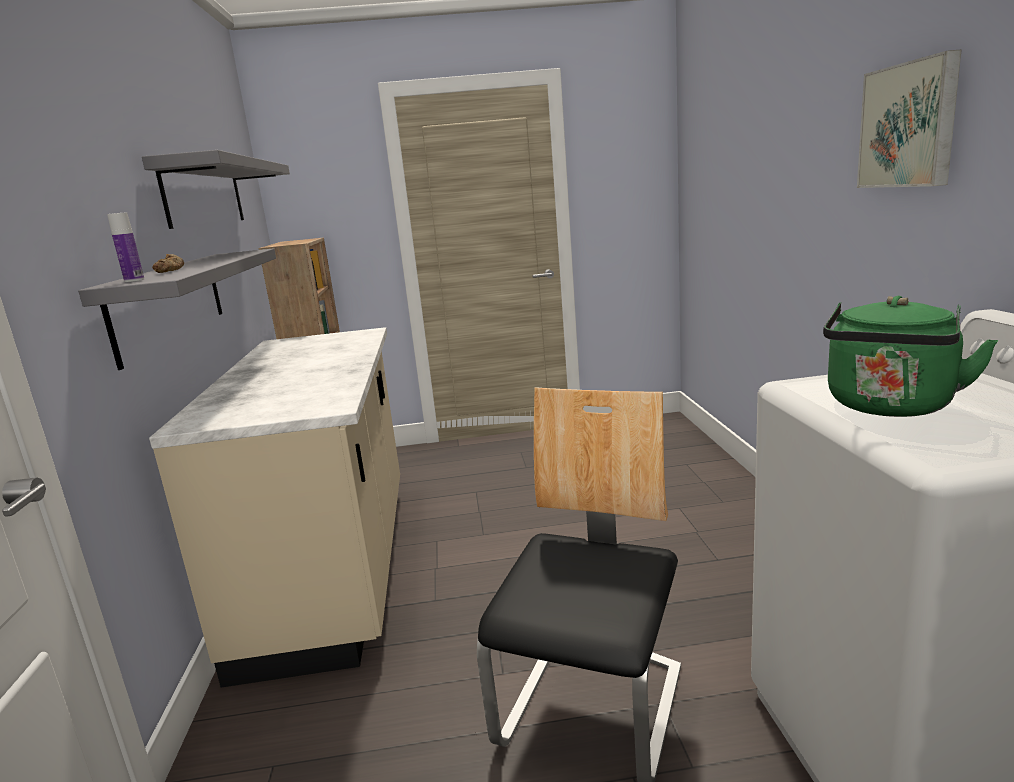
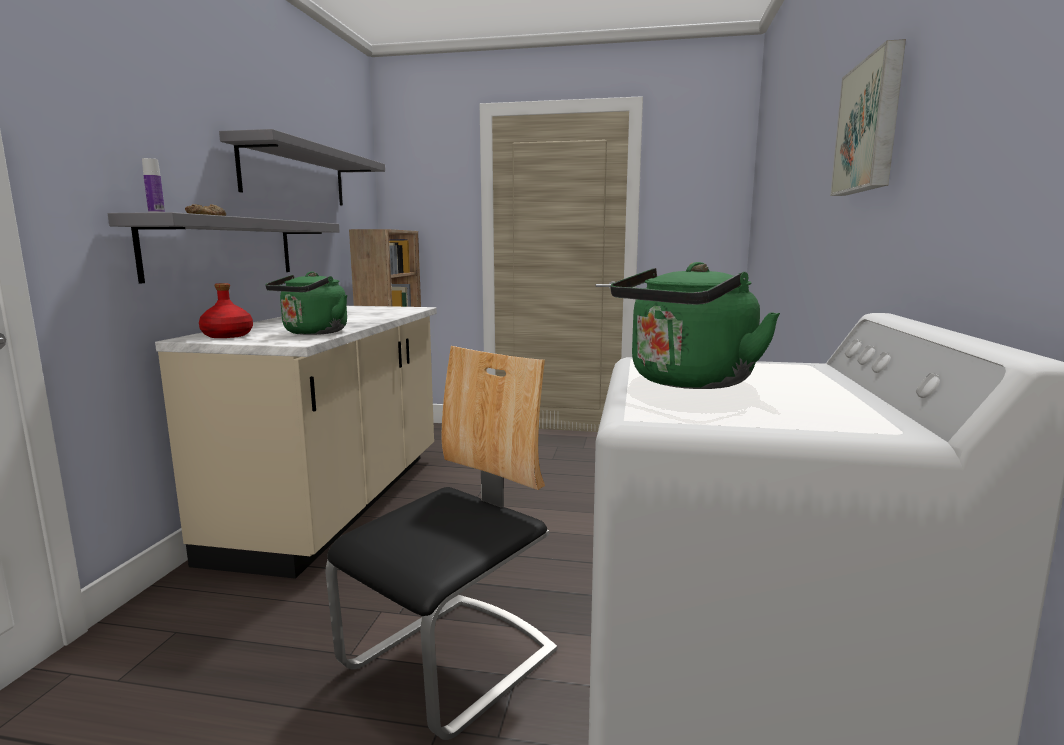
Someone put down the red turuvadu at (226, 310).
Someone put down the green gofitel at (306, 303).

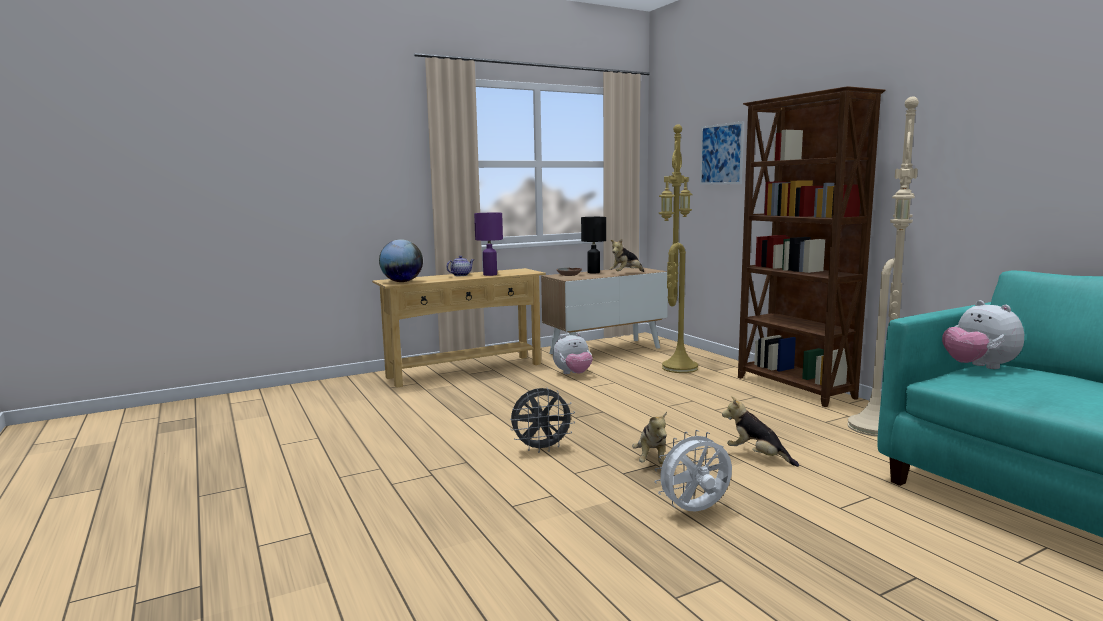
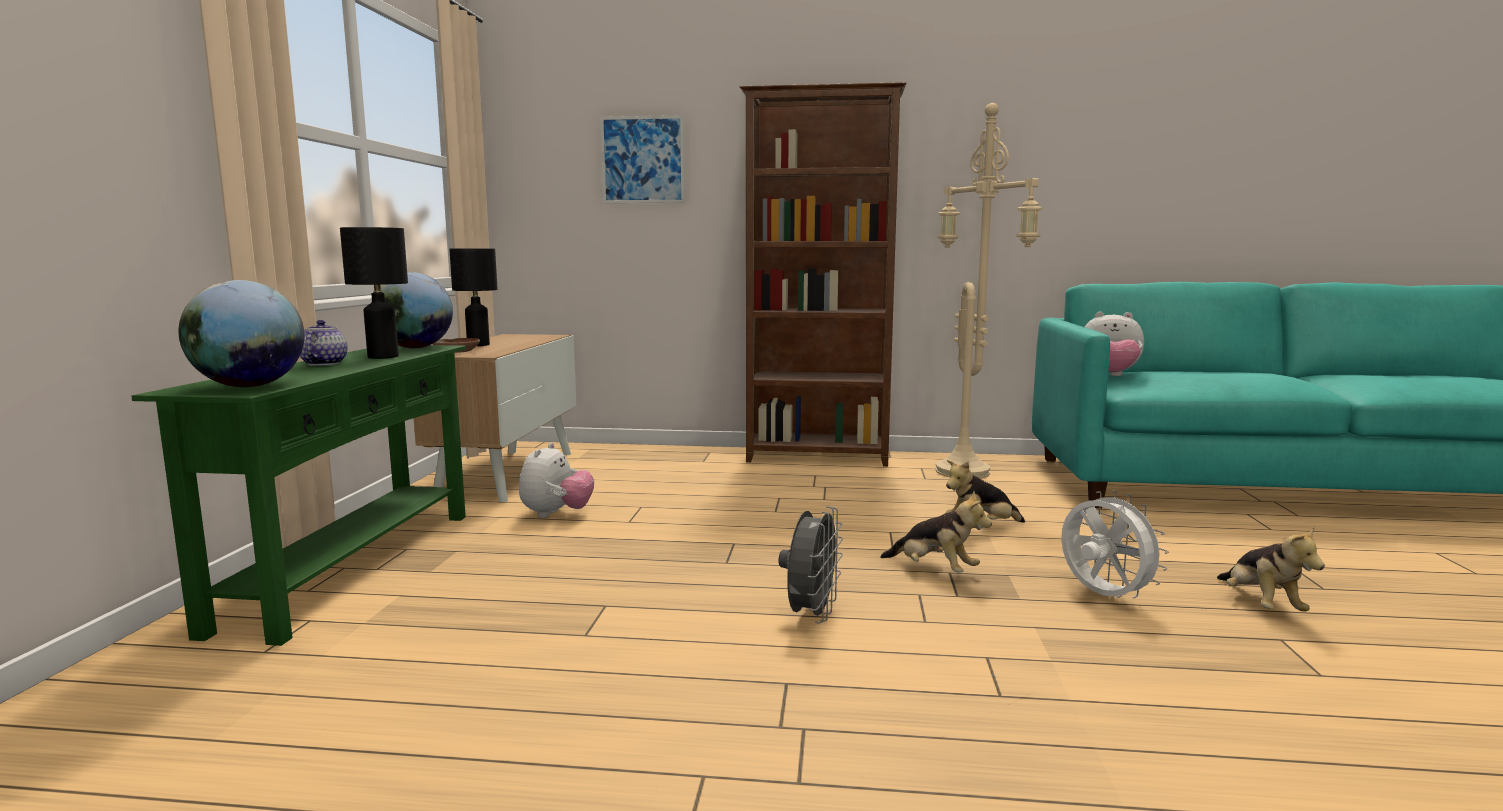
Someone repainted the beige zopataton at (459, 328), which became the green zopataton at (298, 495).
Someone repainted the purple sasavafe at (488, 244), which became the black sasavafe at (374, 293).
Someone put down the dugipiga at (412, 310).
Someone rotated the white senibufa at (693, 471) by 135 degrees clockwise.
Someone carried the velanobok from (626, 255) to (1271, 569).
Someone took away the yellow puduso at (678, 248).

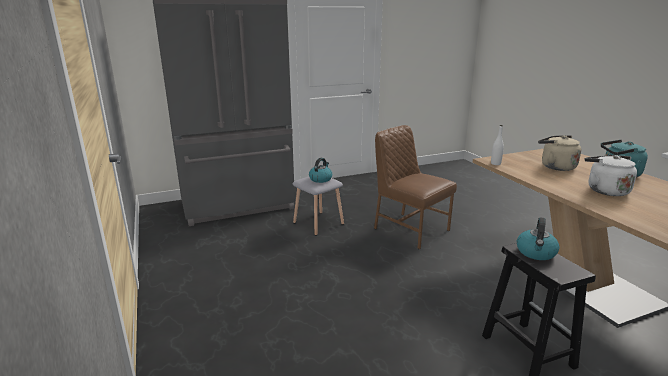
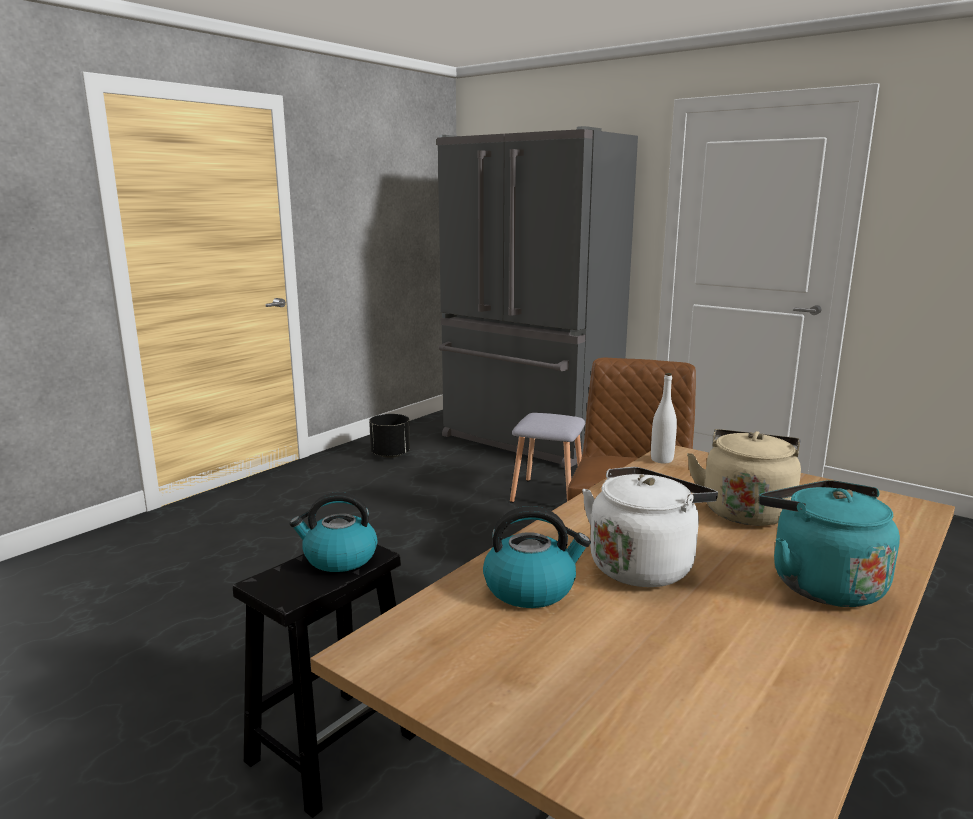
Someone put down the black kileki at (389, 436).
Someone carried the gofitel from (320, 170) to (537, 557).

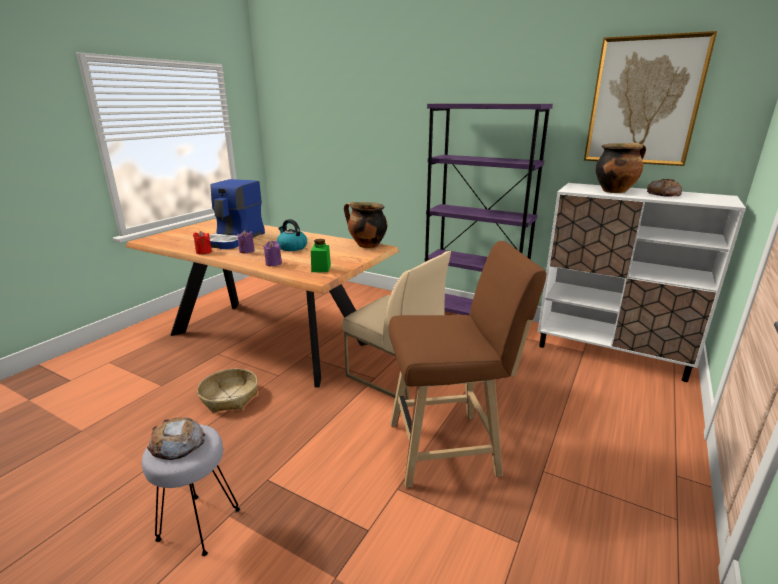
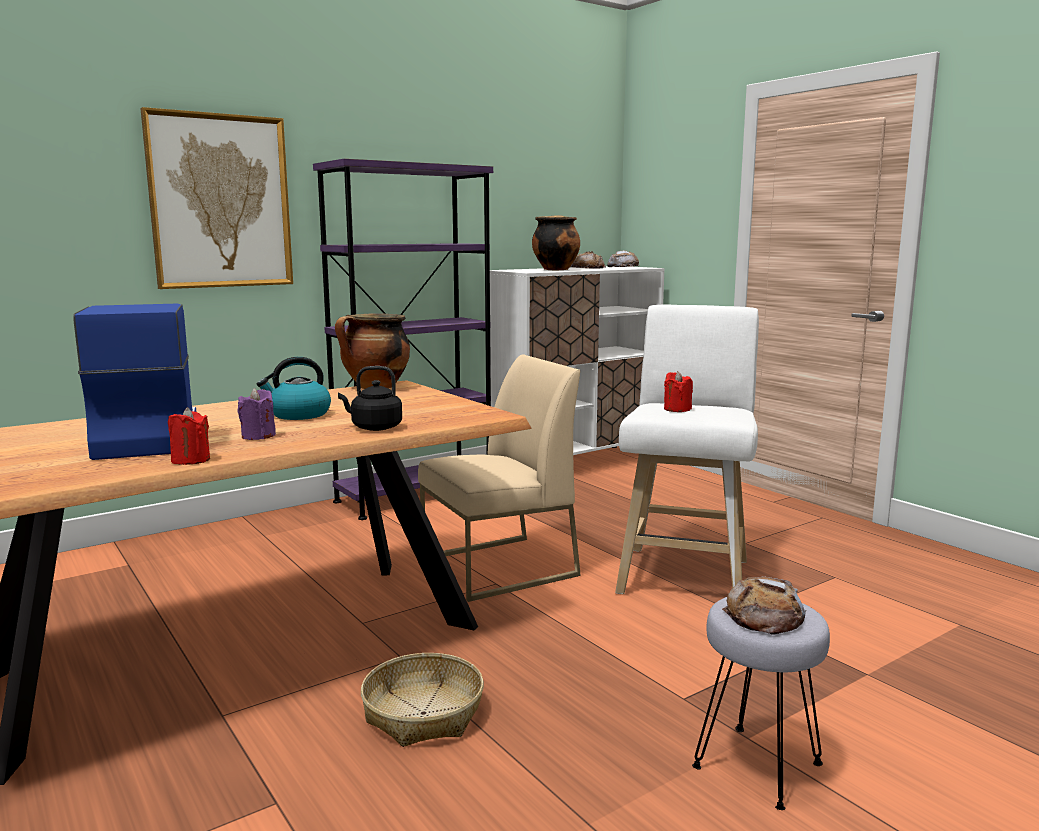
Someone rotated the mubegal at (237, 214) by 150 degrees counterclockwise.
Someone carried the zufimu from (650, 98) to (216, 198).
Someone swapped the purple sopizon at (272, 253) for the black gofitel at (370, 398).
Someone put down the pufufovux at (623, 258).
Someone repainted the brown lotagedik at (467, 364), which became the white lotagedik at (687, 449).
Someone put down the red sopizon at (678, 391).
Someone took away the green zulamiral at (321, 255).

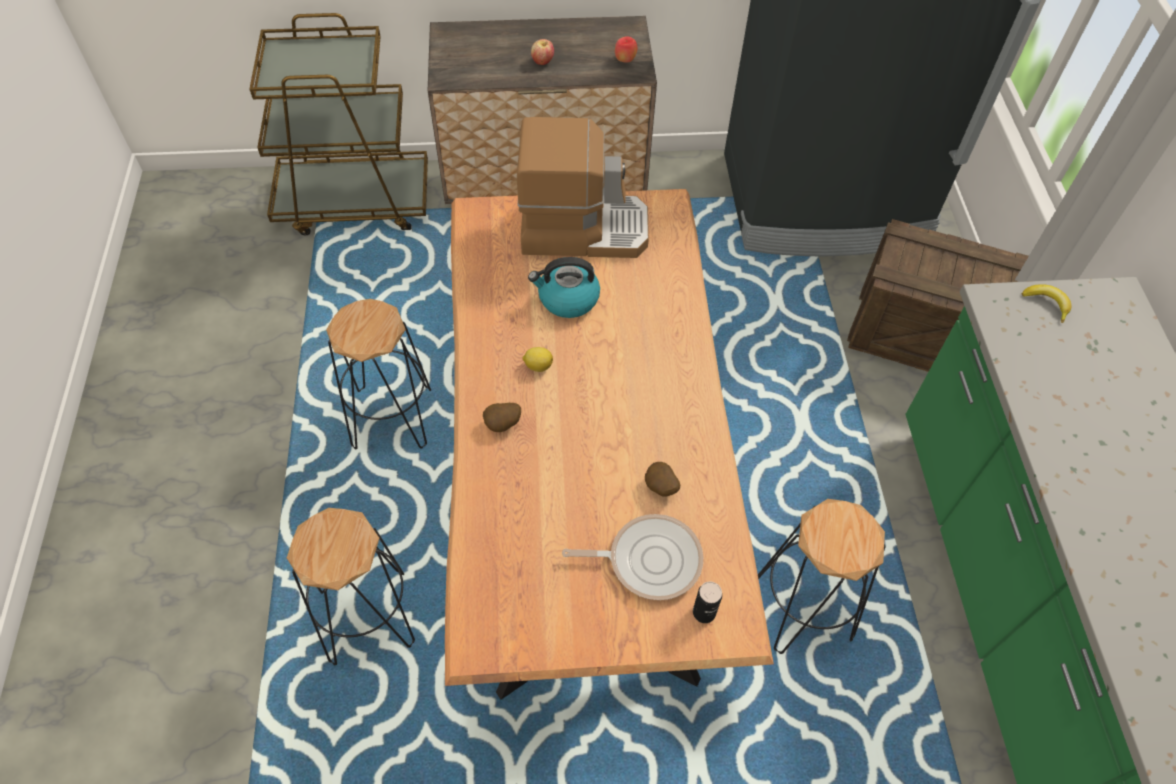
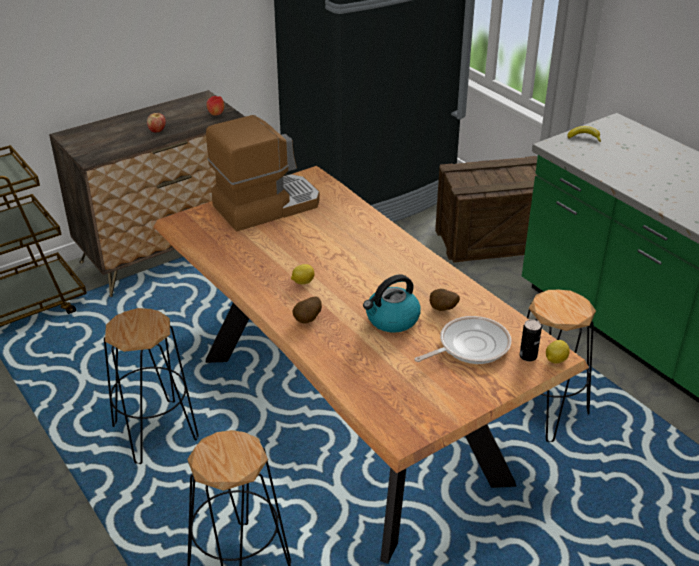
Someone carried the gofitel from (564, 287) to (392, 303).
Someone put down the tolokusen at (558, 352).

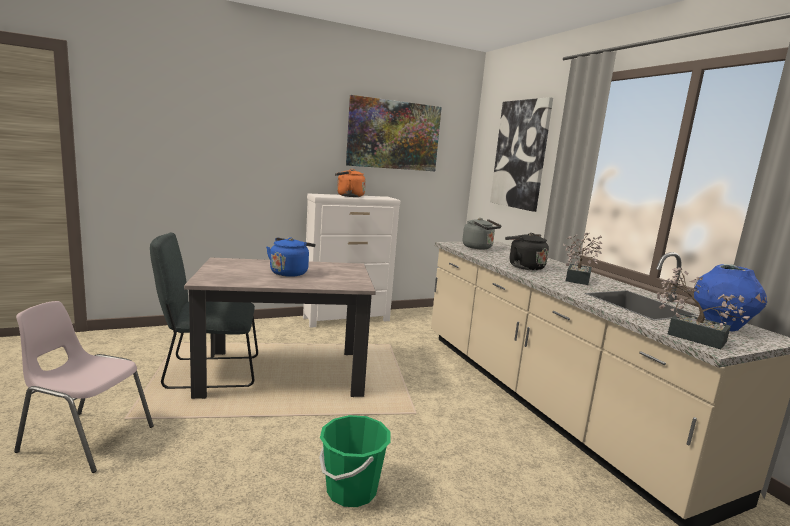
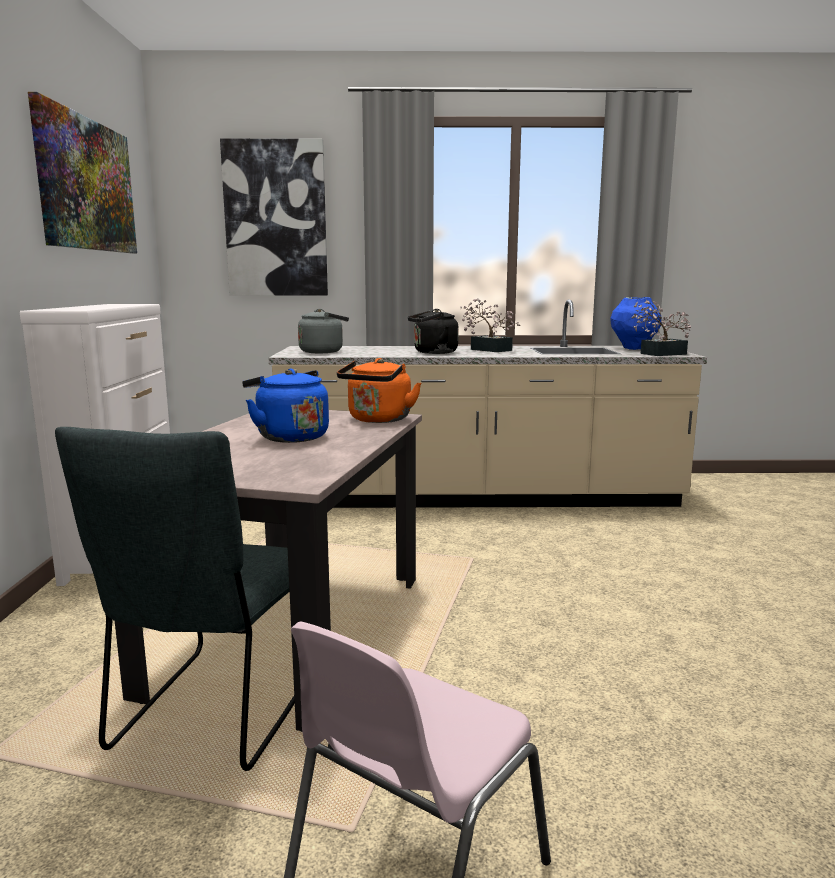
Someone carried the orange gofitel from (350, 183) to (379, 390).
Someone took away the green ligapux at (355, 461).

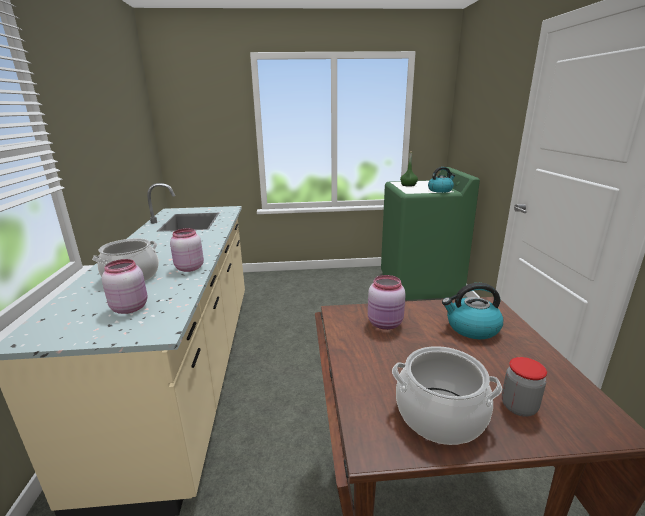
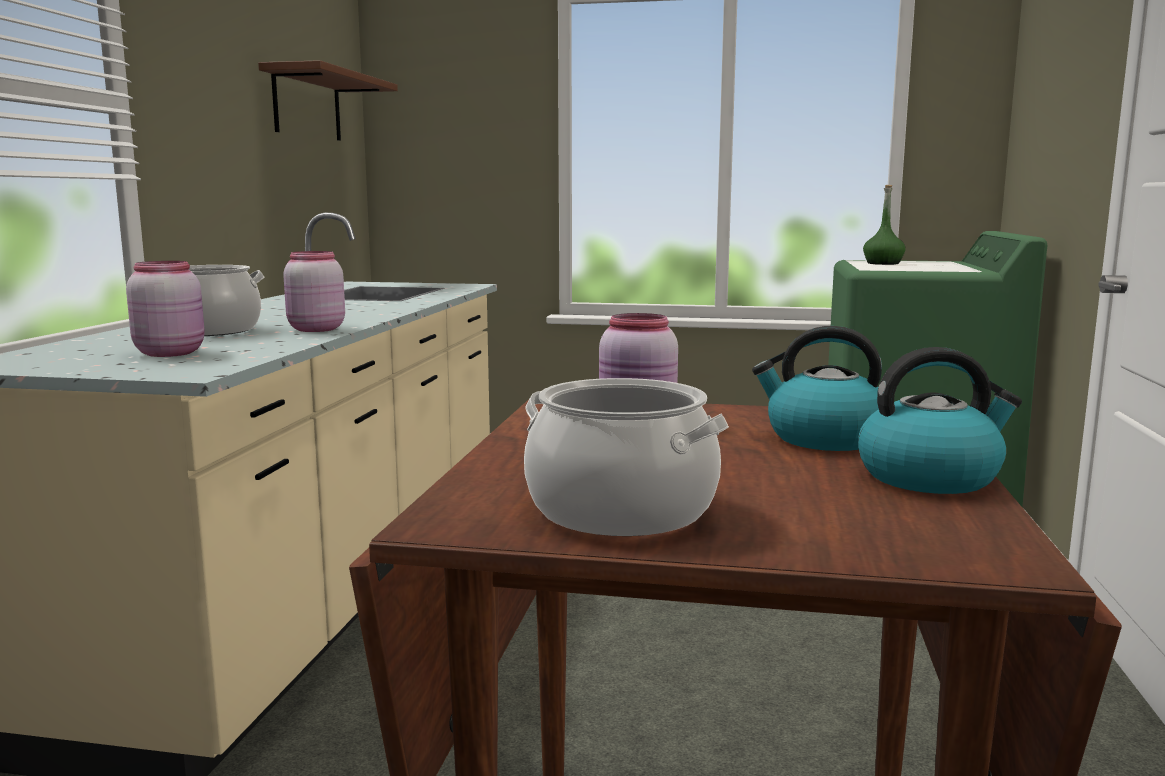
Someone put up the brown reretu at (328, 100).
Someone carried the gofitel from (441, 180) to (940, 420).
Someone took away the zulamiral at (524, 387).

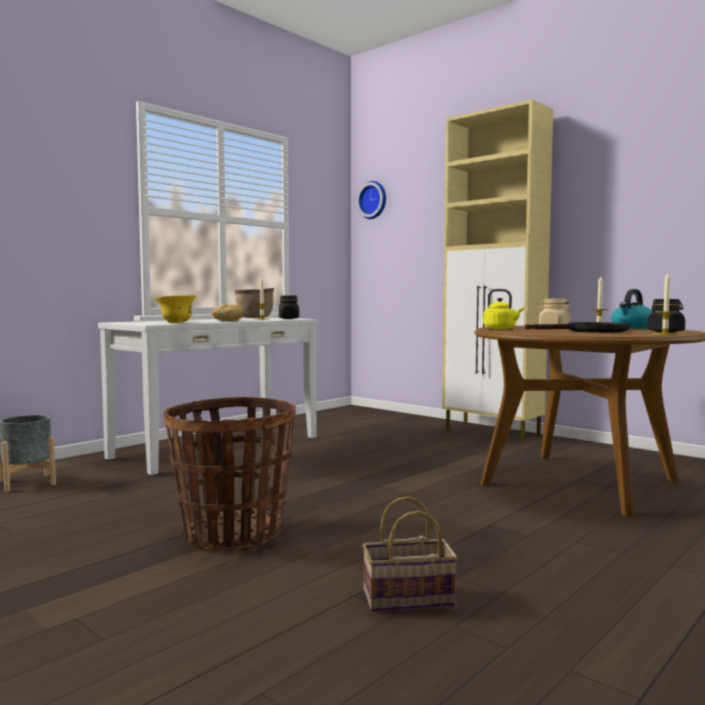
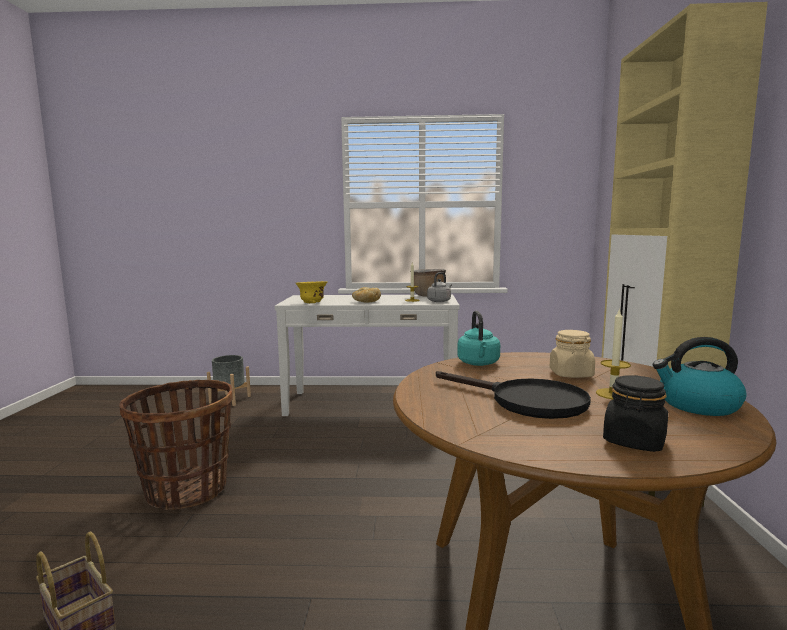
Someone swapped the black zulamiral at (289, 307) for the grey gofitel at (439, 287).
Someone repainted the yellow gofitel at (503, 309), which became the turquoise gofitel at (478, 338).
Someone took away the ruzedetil at (371, 200).
Someone took away the sopizon at (665, 304).

